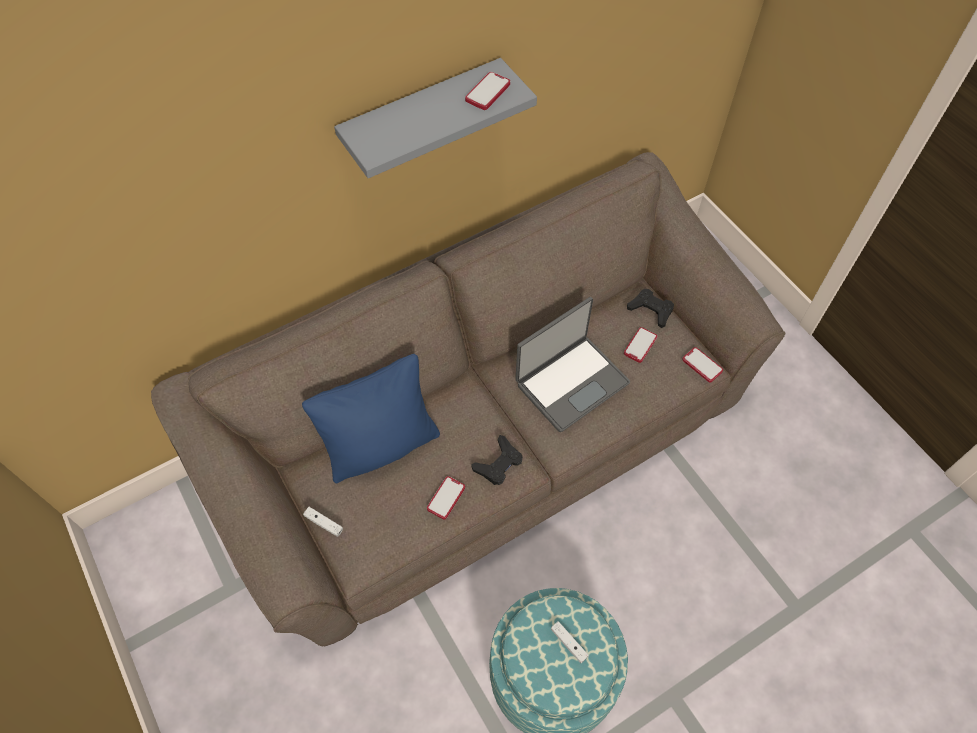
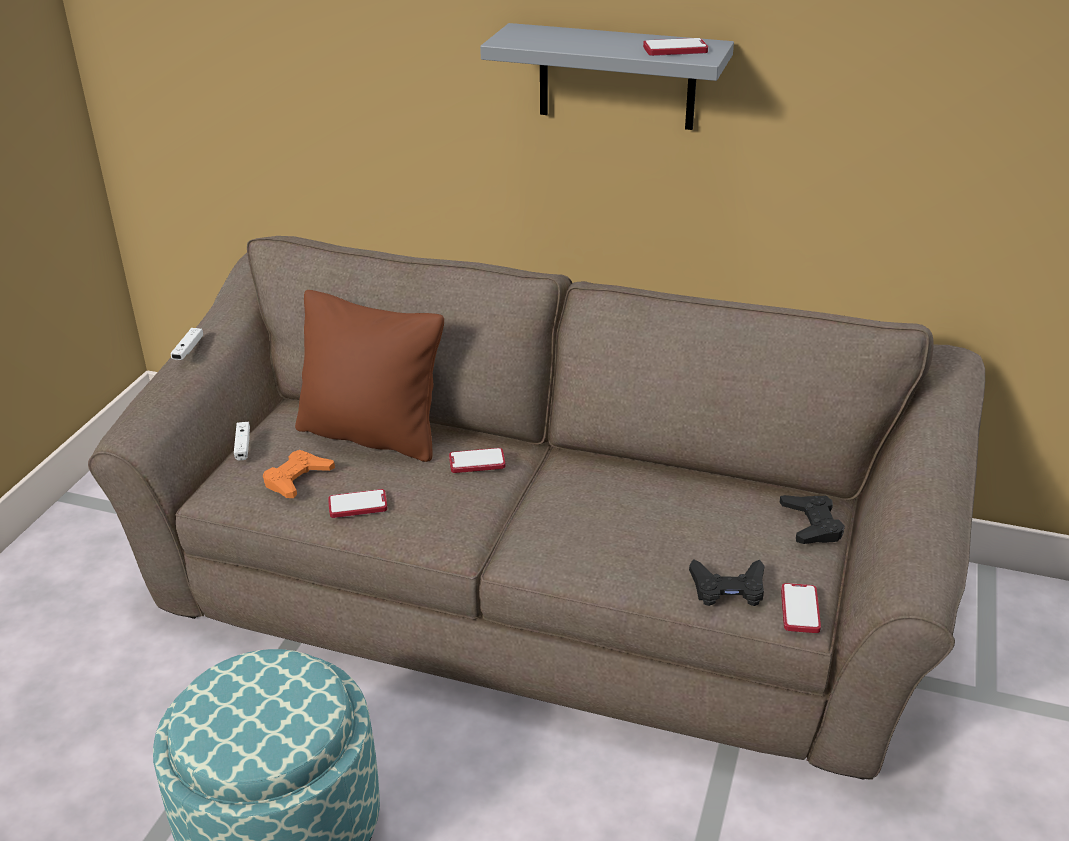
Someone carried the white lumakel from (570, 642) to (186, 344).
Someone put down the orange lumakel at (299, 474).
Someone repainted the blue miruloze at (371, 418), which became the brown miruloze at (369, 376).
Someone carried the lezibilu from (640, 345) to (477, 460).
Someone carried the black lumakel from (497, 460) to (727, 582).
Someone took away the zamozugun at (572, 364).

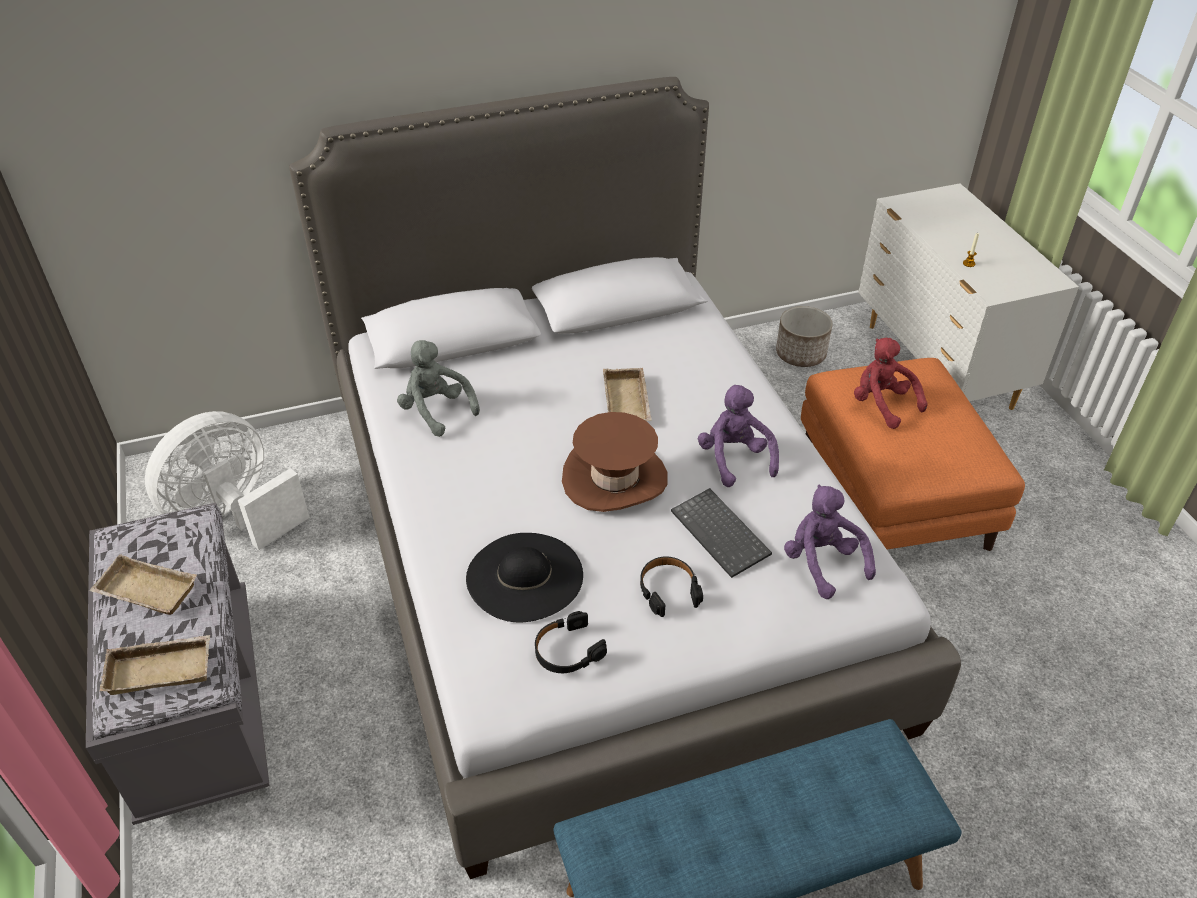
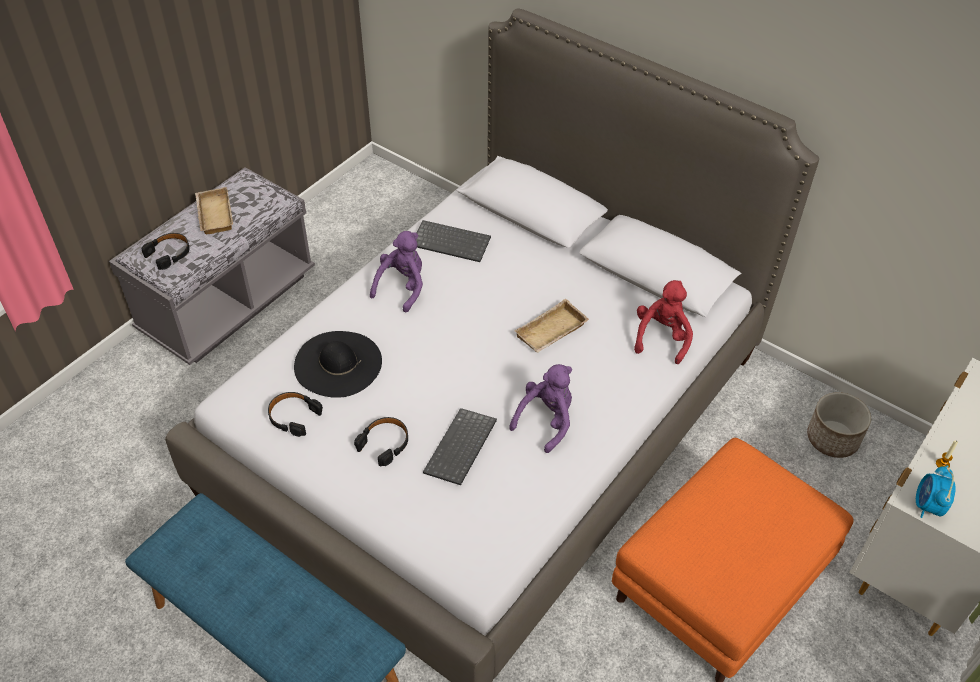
Someone swapped the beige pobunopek at (155, 665) for the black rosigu at (166, 251).
Someone carried the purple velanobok from (830, 542) to (396, 272).
Someone swapped the grey velanobok at (438, 388) for the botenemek at (453, 241).
Someone carried the red velanobok from (891, 383) to (663, 322).
Someone put down the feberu at (936, 491).
Someone took away the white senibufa at (227, 480).
Someone took away the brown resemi at (615, 462).

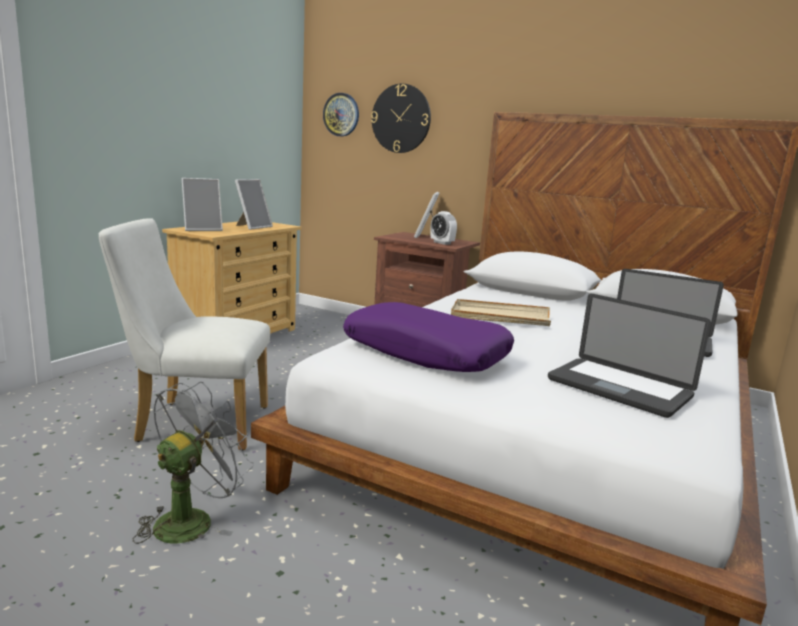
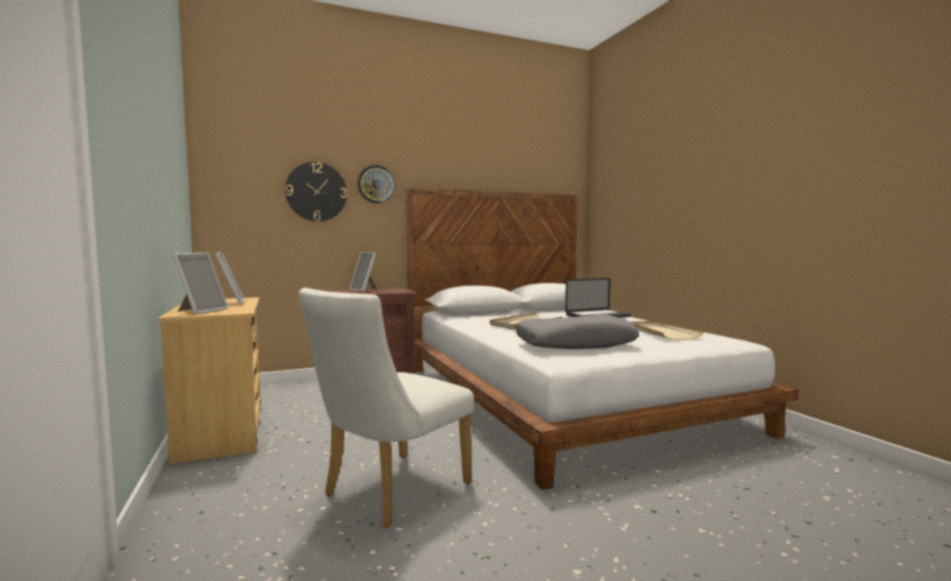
Someone carried the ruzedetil from (341, 114) to (376, 184).
Someone repainted the purple miruloze at (428, 337), which became the grey miruloze at (577, 332).
Someone swapped the zamozugun at (629, 356) for the beige pobunopek at (667, 330).
Someone took away the grey senibufa at (193, 462).
Someone took away the feberu at (443, 228).

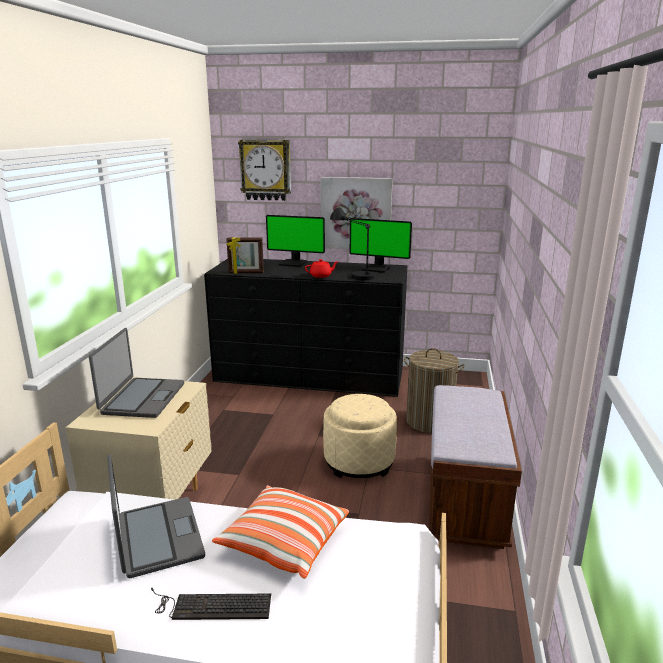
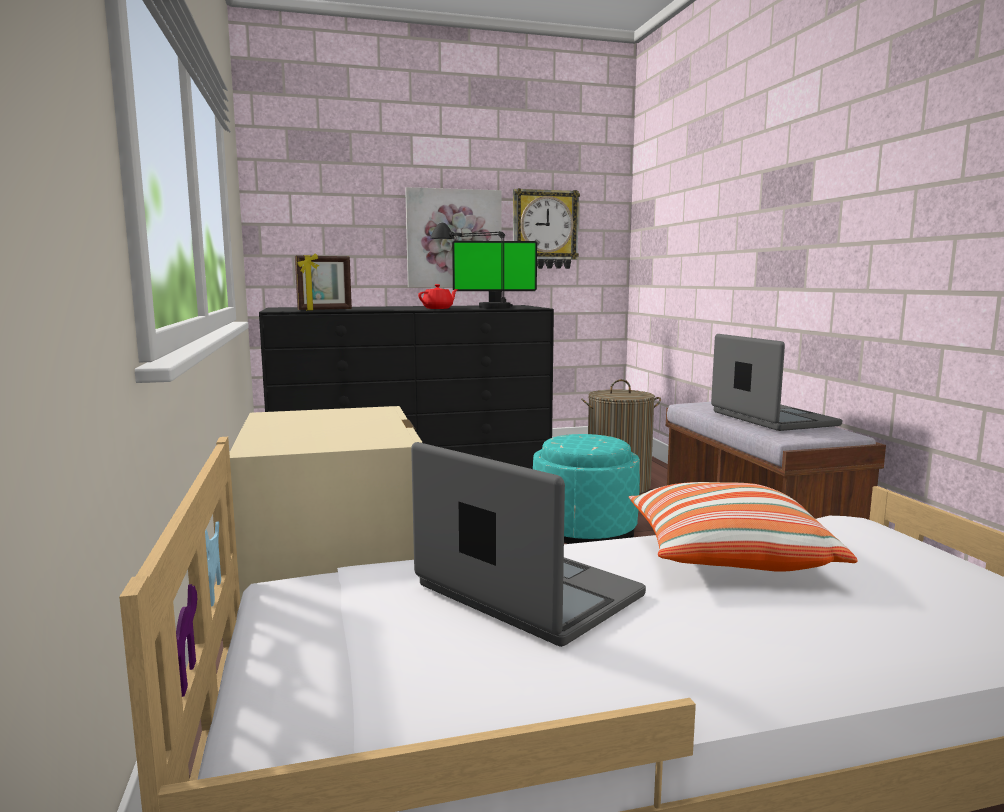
Someone carried the ruzedetil from (264, 170) to (546, 228).
Someone repainted the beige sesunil at (360, 436), which became the turquoise sesunil at (586, 489).
Someone carried the zamozugun from (136, 373) to (776, 382).
Someone took away the botenemek at (211, 604).
Someone took away the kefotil at (295, 241).

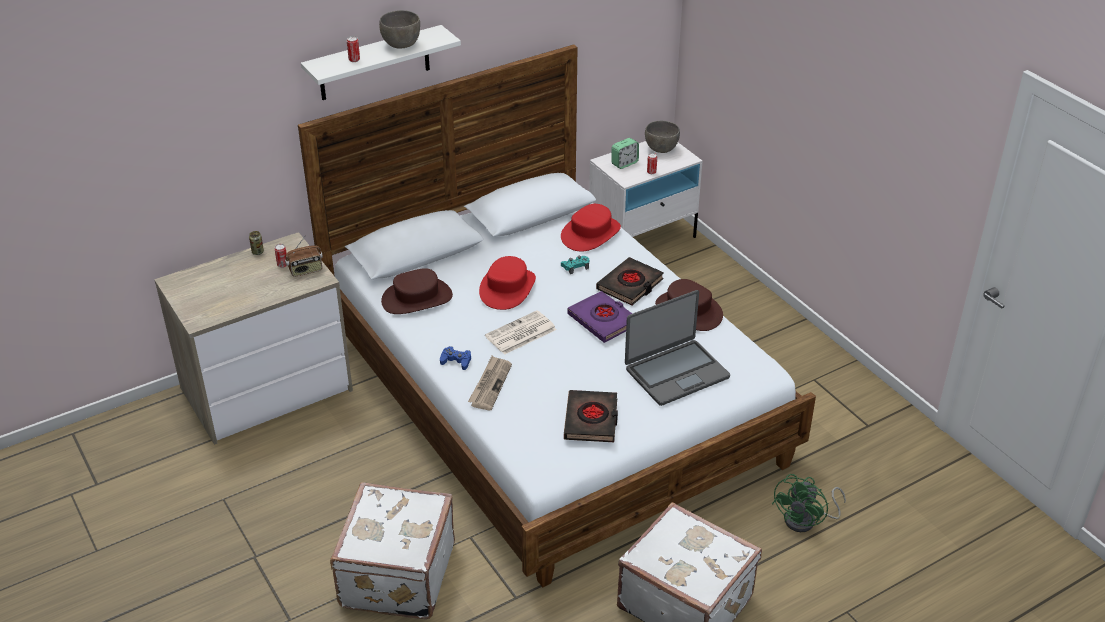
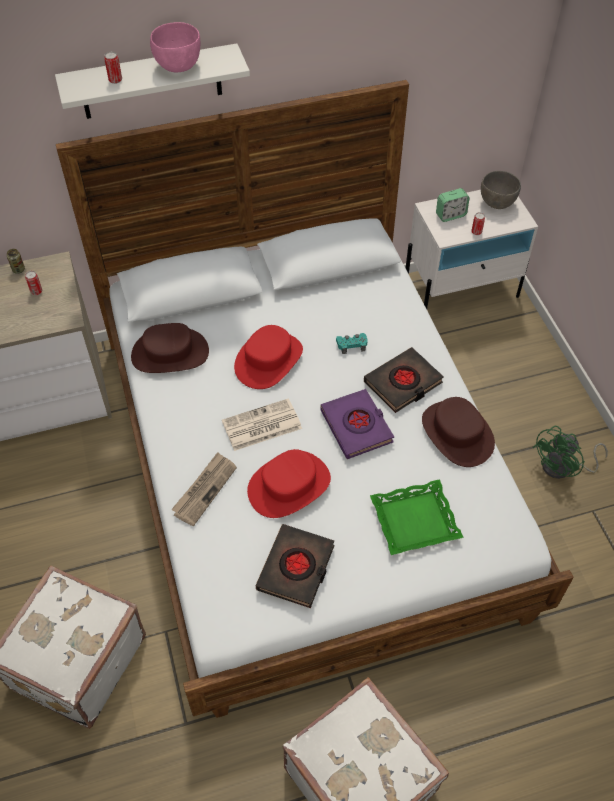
Someone repainted the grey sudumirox at (399, 29), which became the pink sudumirox at (175, 47).
Someone carried the red resemi from (591, 227) to (289, 483).
Someone swapped the zamozugun at (677, 348) for the green pobunopek at (417, 517).
Someone carried the green senibufa from (809, 503) to (570, 452).
Someone took away the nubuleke at (304, 256).
Someone took away the blue lumakel at (455, 358).

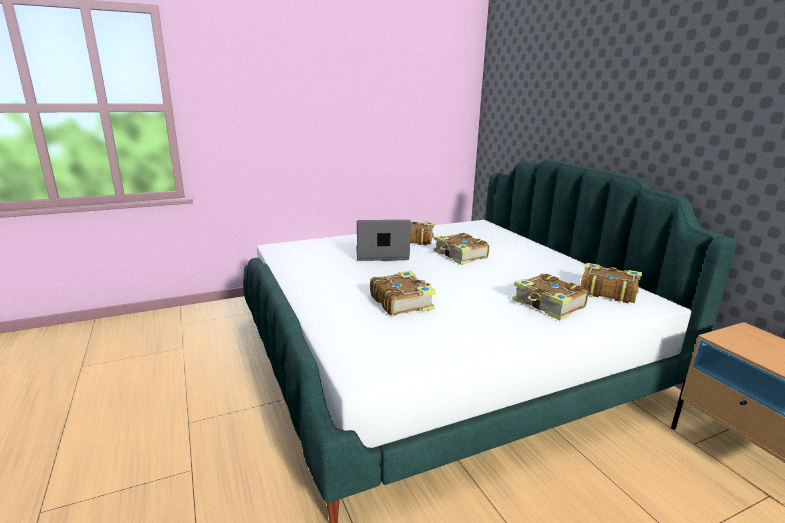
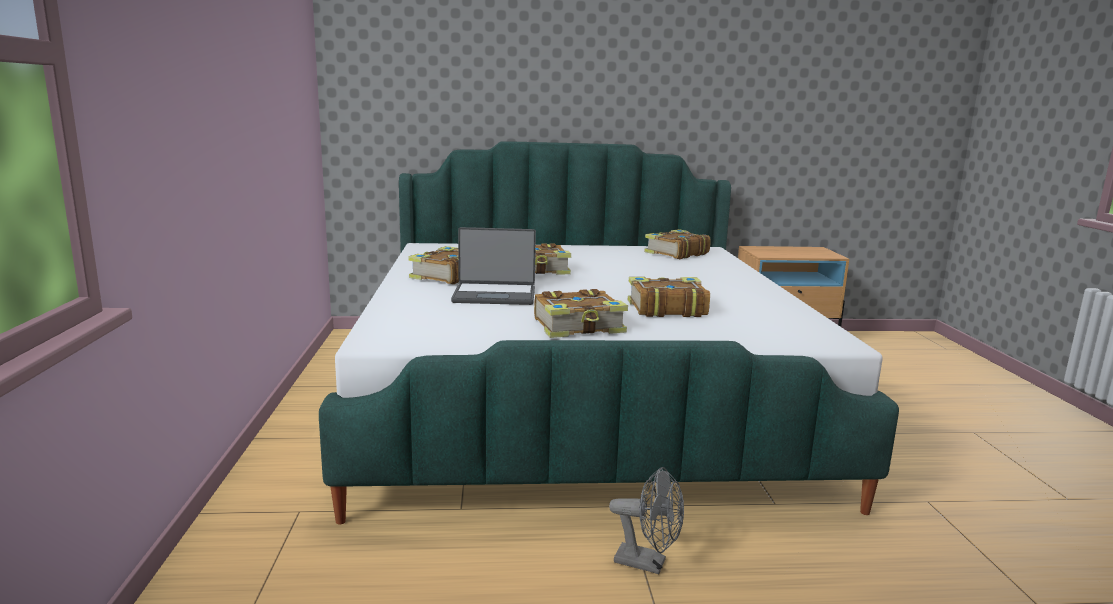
Someone rotated the zamozugun at (383, 240) by 105 degrees counterclockwise.
Someone carried the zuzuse from (550, 297) to (581, 313).
Someone put down the grey senibufa at (646, 520).

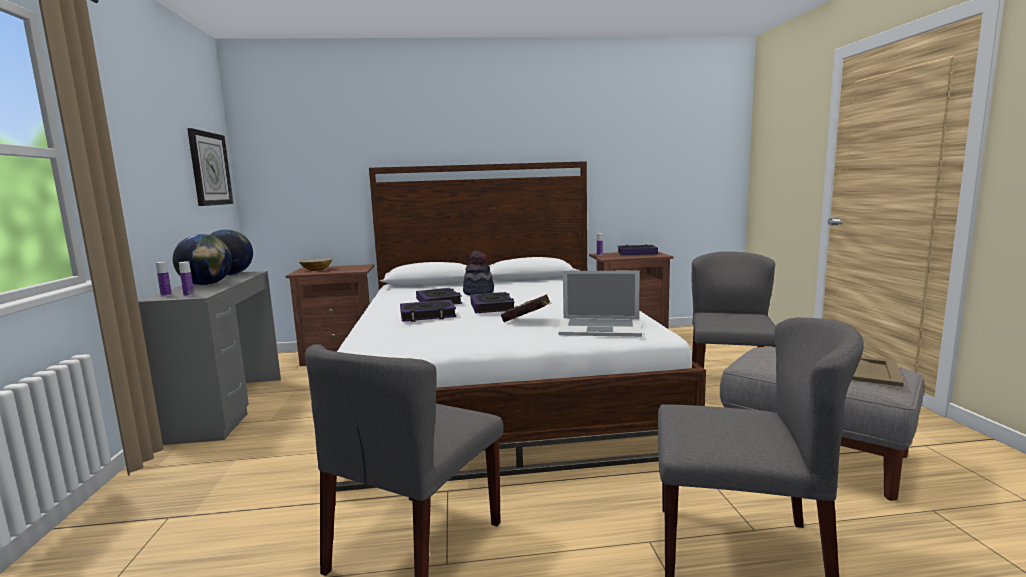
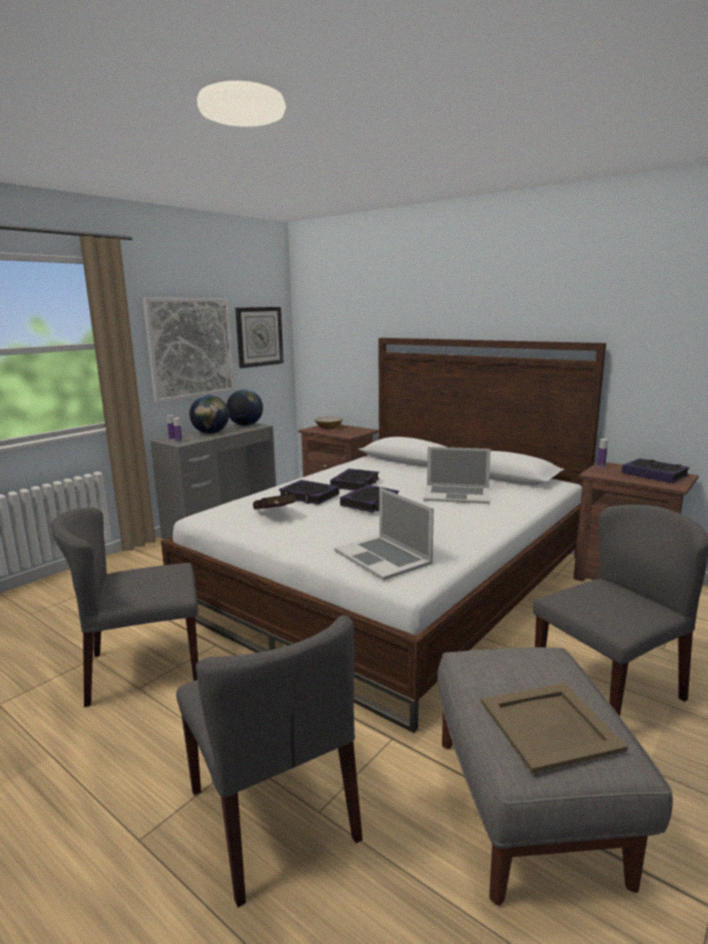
Someone put up the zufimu at (189, 350).
Someone carried the red zuzuse from (526, 308) to (274, 502).
Someone put down the zamozugun at (457, 475).
Someone took away the resemi at (478, 273).

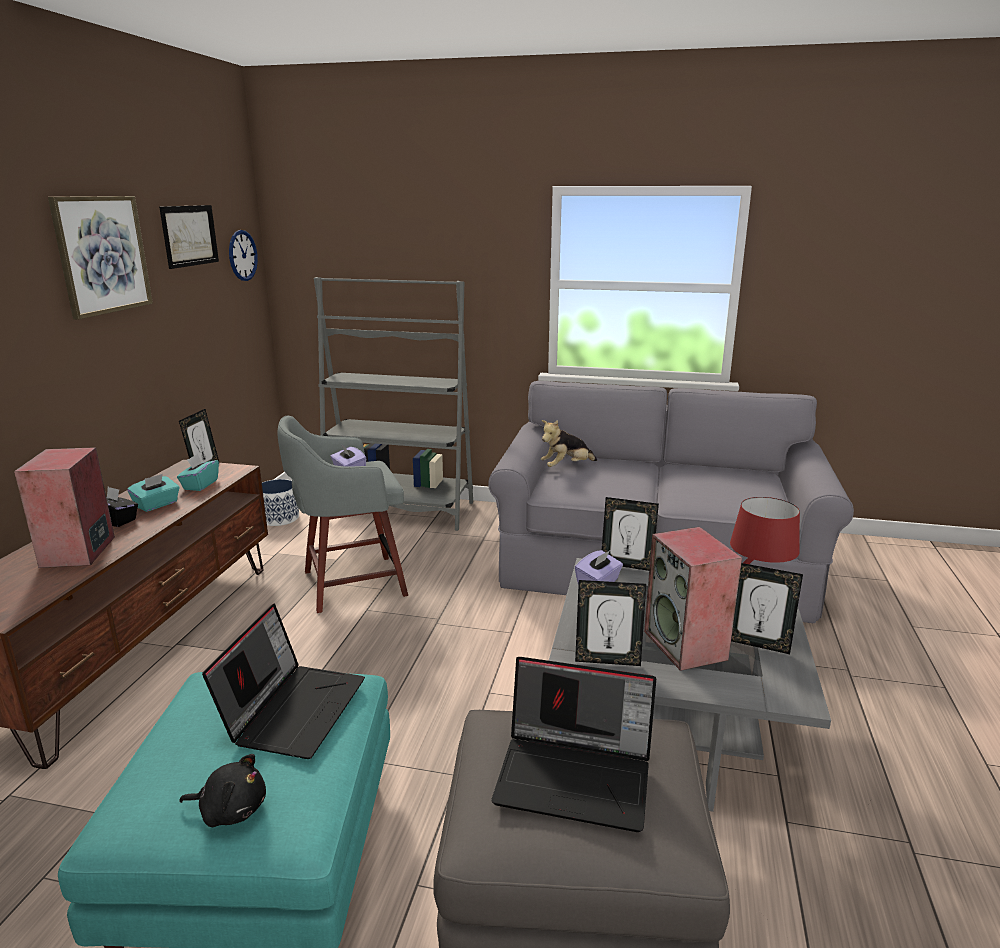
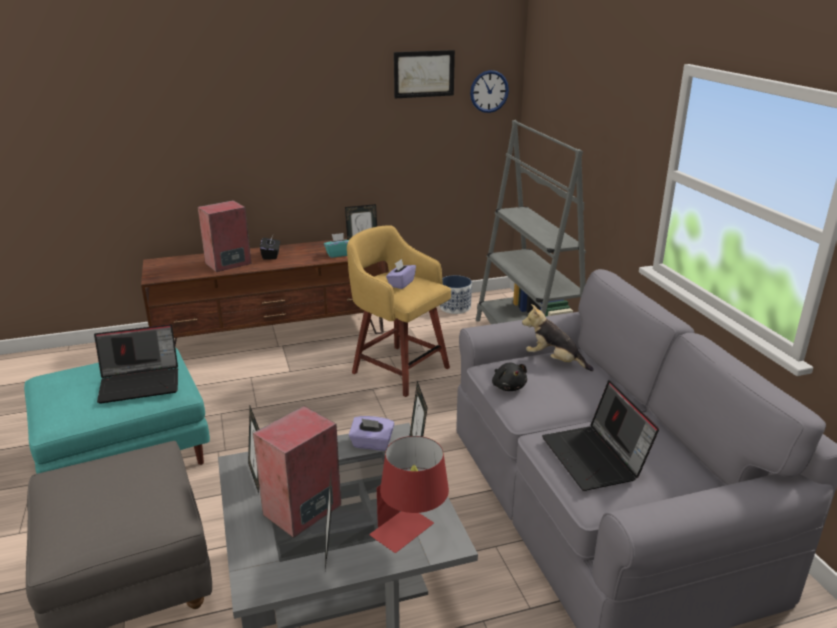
Someone repainted the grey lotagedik at (342, 514), which became the yellow lotagedik at (399, 311).
Someone carried the black velanobok from (223, 790) to (509, 377).
Someone carried the zamozugun from (573, 744) to (600, 435).
Someone took away the zufimu at (100, 258).
Someone took away the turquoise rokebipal at (153, 493).

